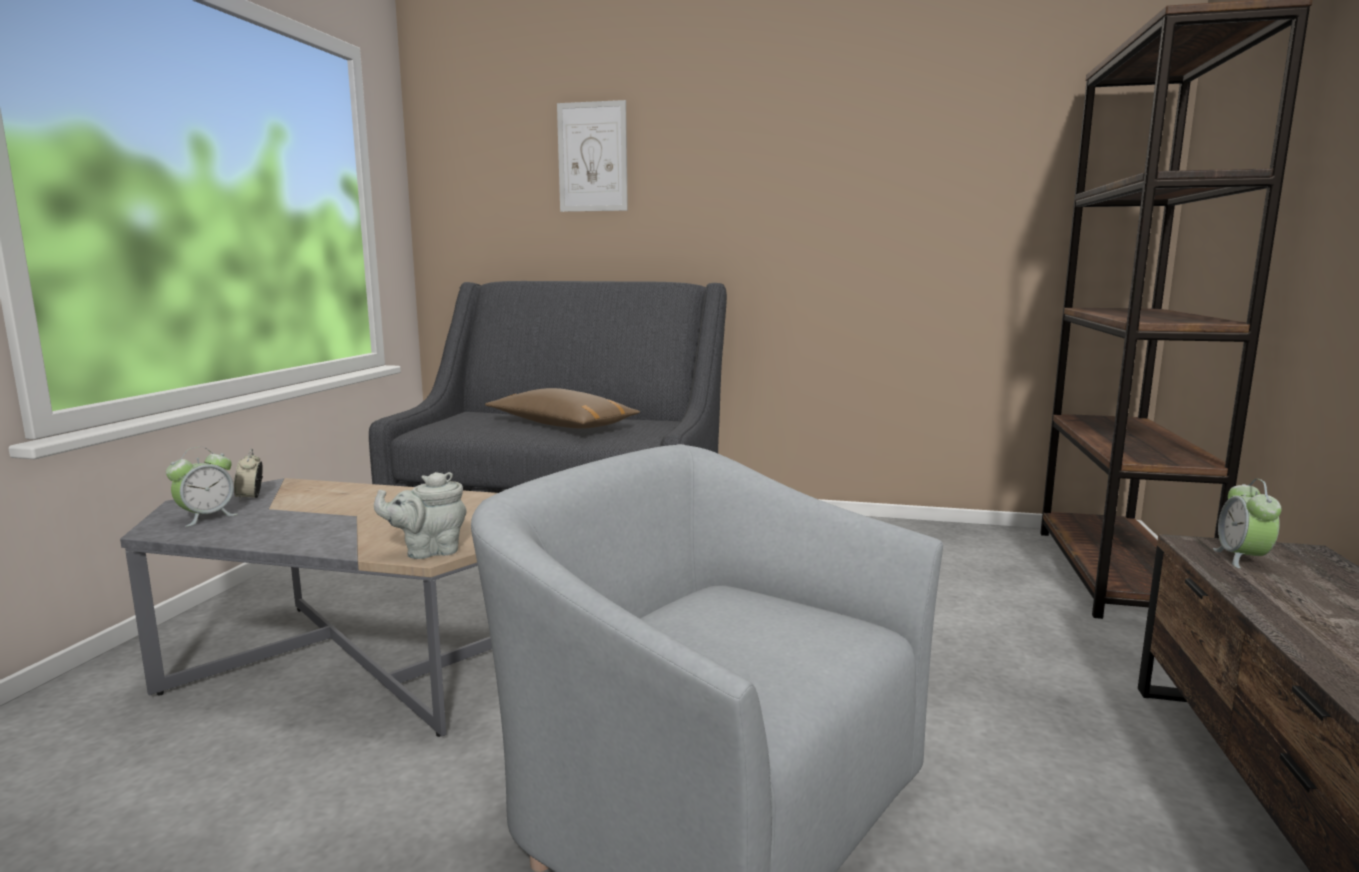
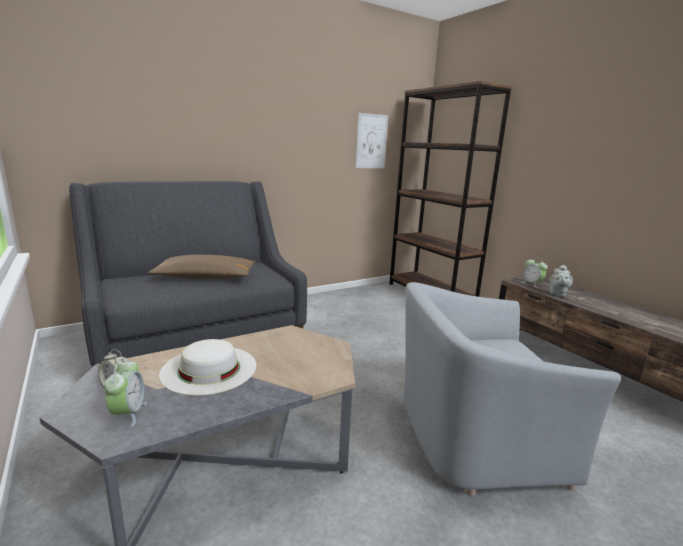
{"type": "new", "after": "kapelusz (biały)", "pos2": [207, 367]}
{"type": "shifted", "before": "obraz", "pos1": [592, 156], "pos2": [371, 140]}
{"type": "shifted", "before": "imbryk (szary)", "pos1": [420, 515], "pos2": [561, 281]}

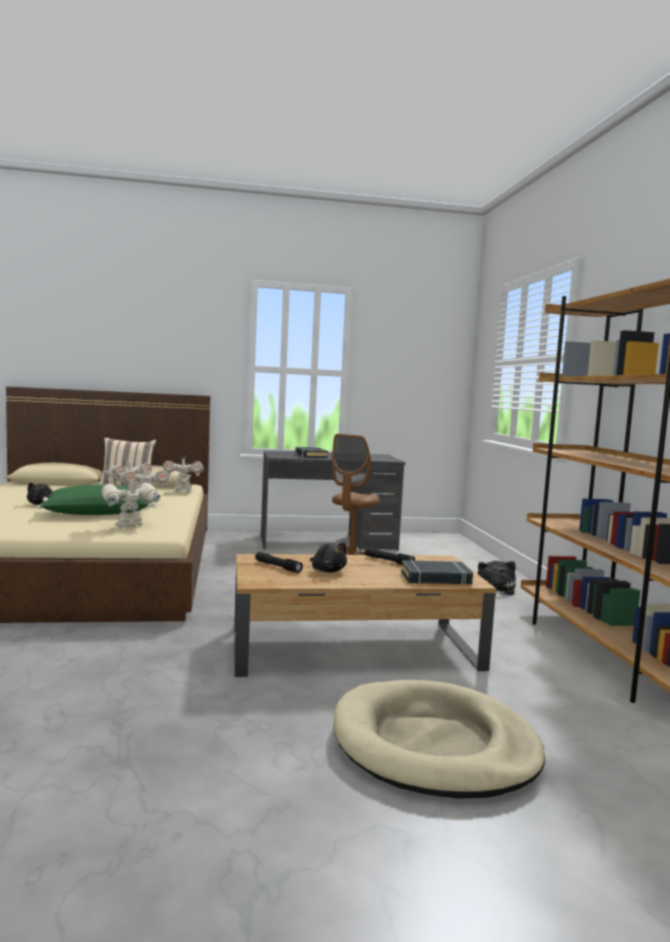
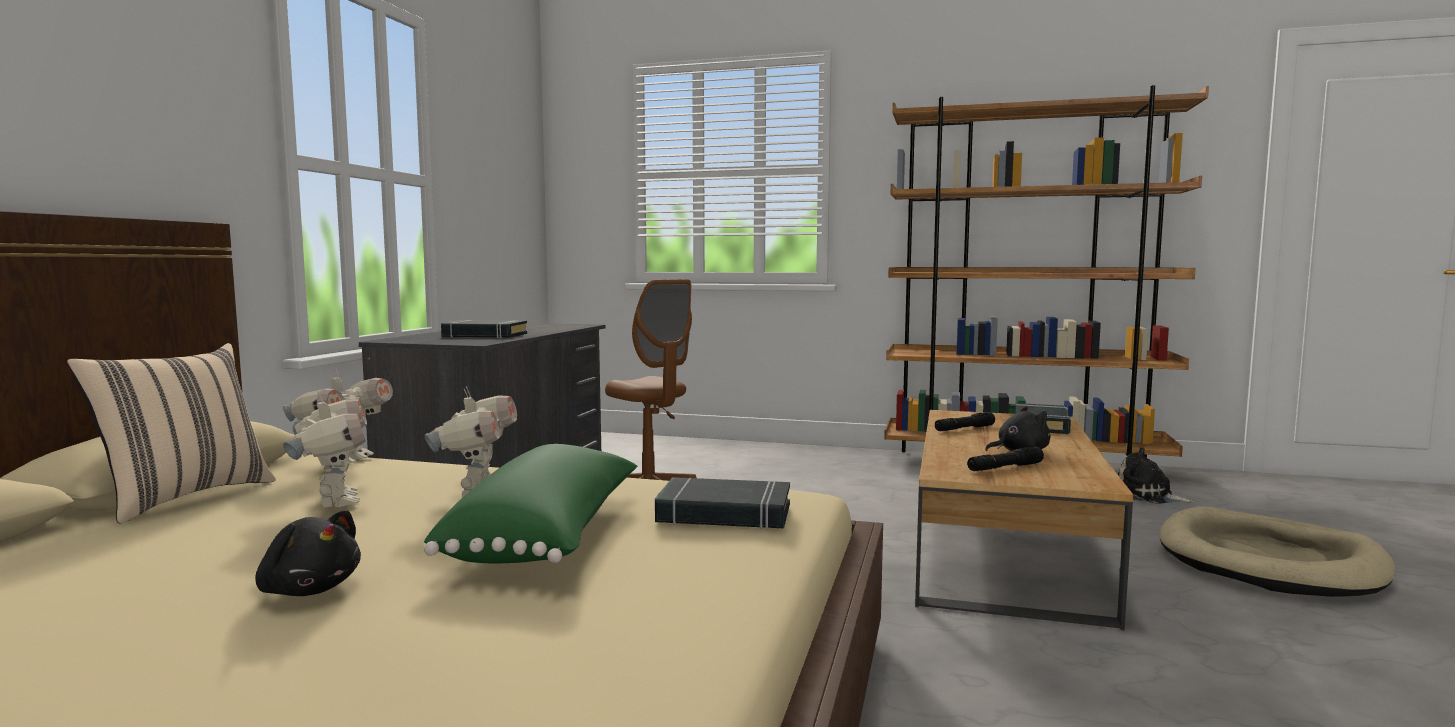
{"type": "swapped", "before": "robot zabawkowy", "after": "książka (czarny)", "pos1": [130, 503], "pos2": [722, 503]}
{"type": "shifted", "before": "pluszak", "pos1": [497, 580], "pos2": [1156, 476]}

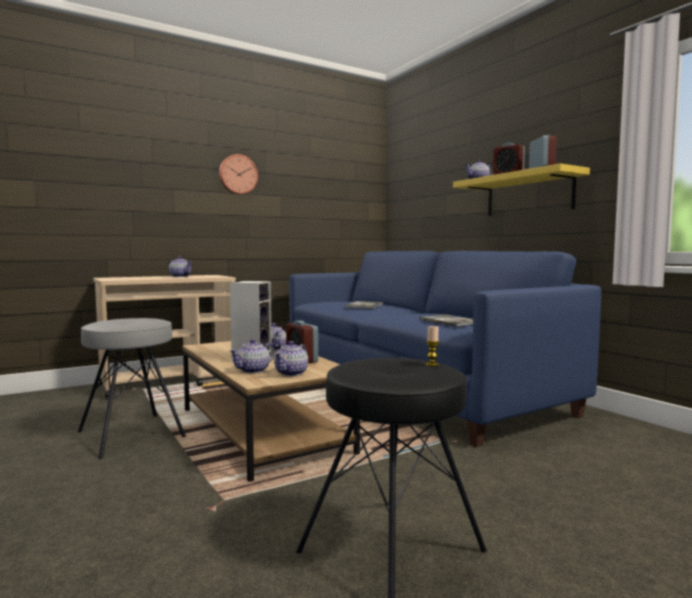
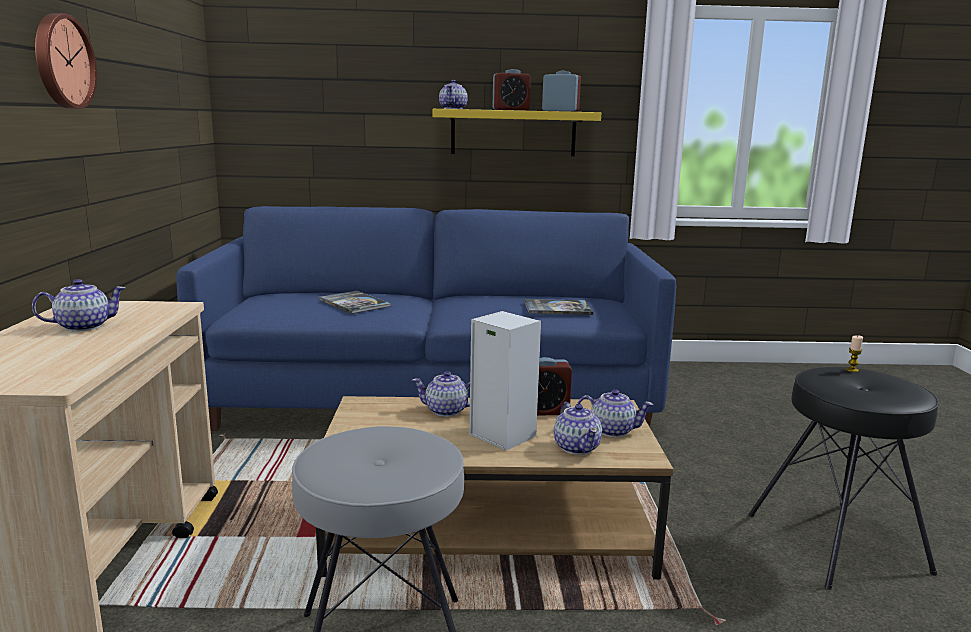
{"type": "rotated", "before": "imbryk", "pos1": [291, 358], "pos2": [615, 413], "turn": -45}

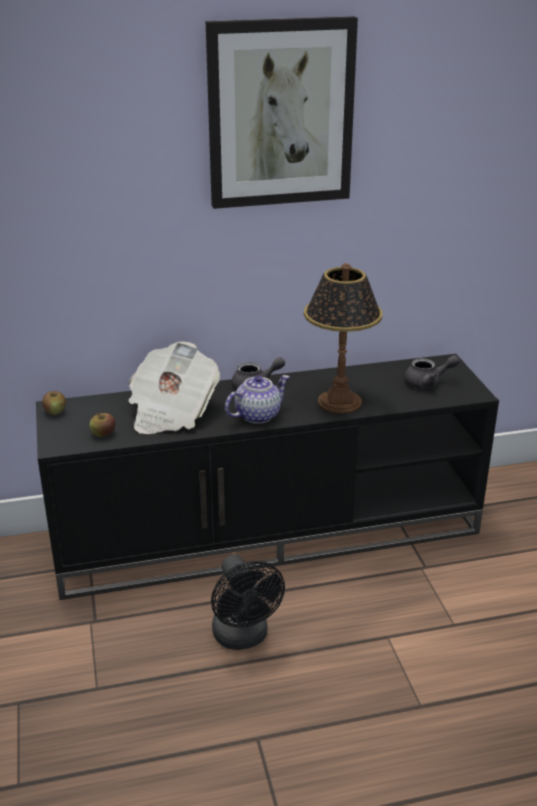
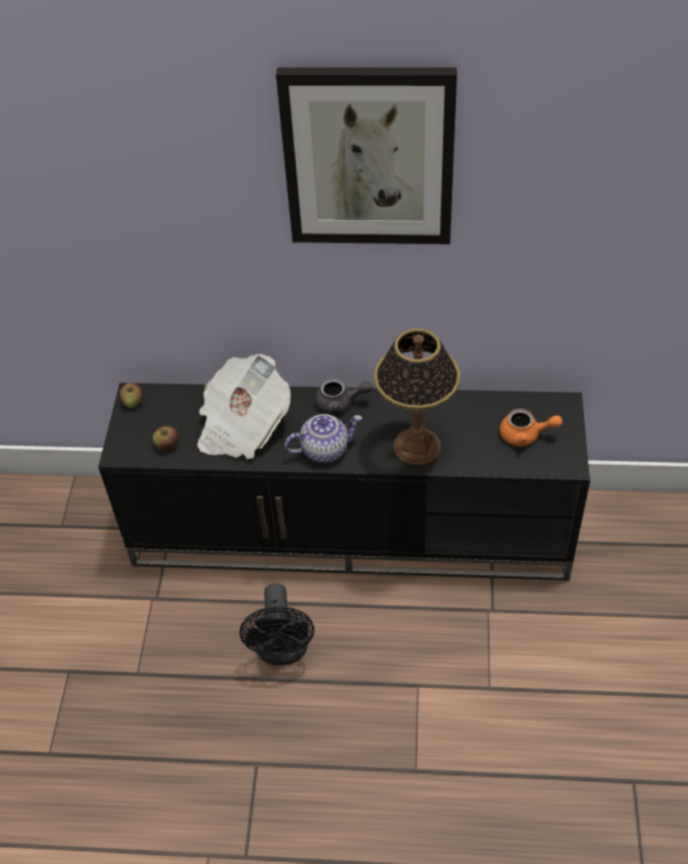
{"type": "repainted", "before": "imbryk (szary)", "after": "imbryk (pomarańczowy)", "pos1": [432, 371], "pos2": [531, 428]}

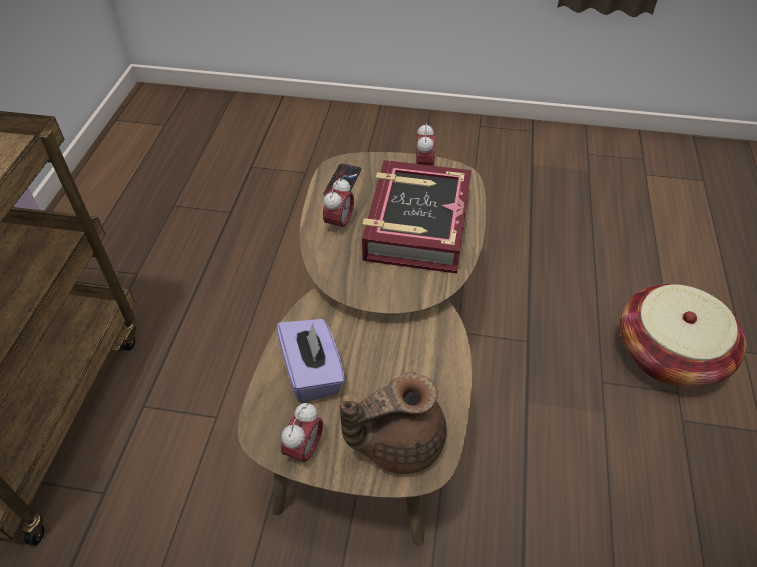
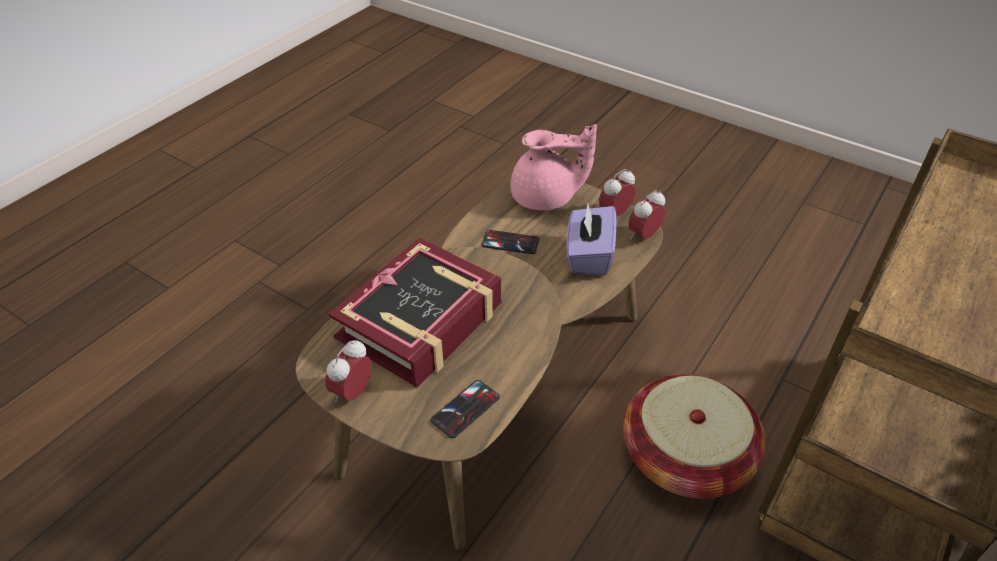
{"type": "new", "after": "telefon", "pos2": [510, 242]}
{"type": "repainted", "before": "imbryk (brązowy)", "after": "imbryk (różowy)", "pos1": [393, 423], "pos2": [554, 167]}
{"type": "shifted", "before": "koszyk", "pos1": [683, 335], "pos2": [694, 436]}
{"type": "shifted", "before": "budzik", "pos1": [338, 205], "pos2": [647, 214]}

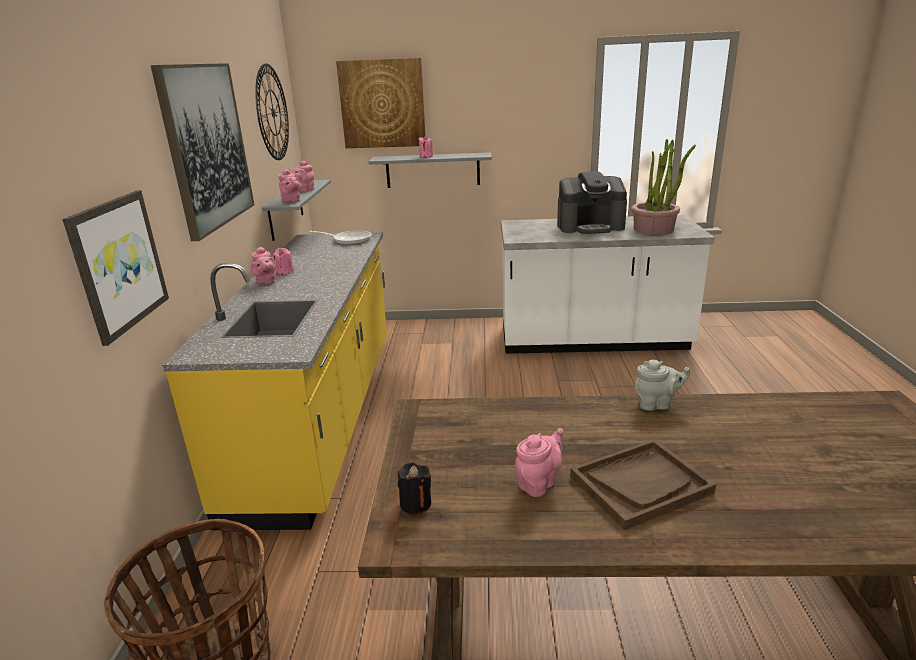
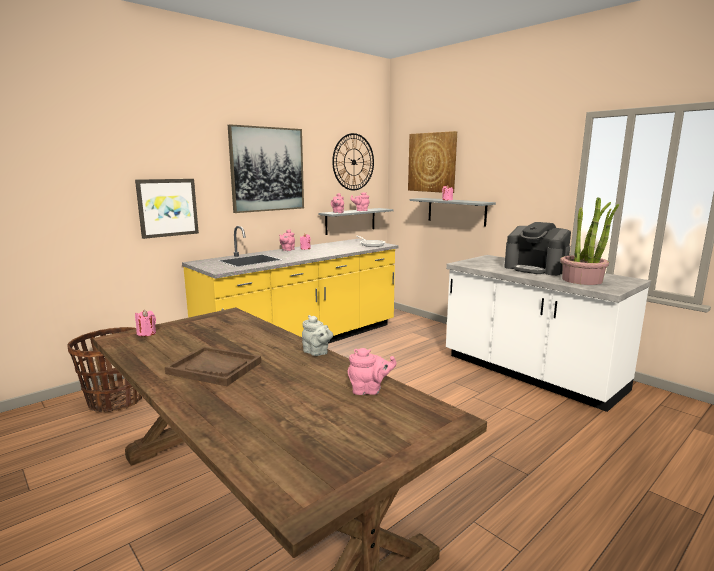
{"type": "repainted", "before": "świeca (czarny)", "after": "świeca (różowy)", "pos1": [414, 488], "pos2": [145, 323]}
{"type": "shifted", "before": "imbryk (różowy)", "pos1": [539, 462], "pos2": [372, 371]}

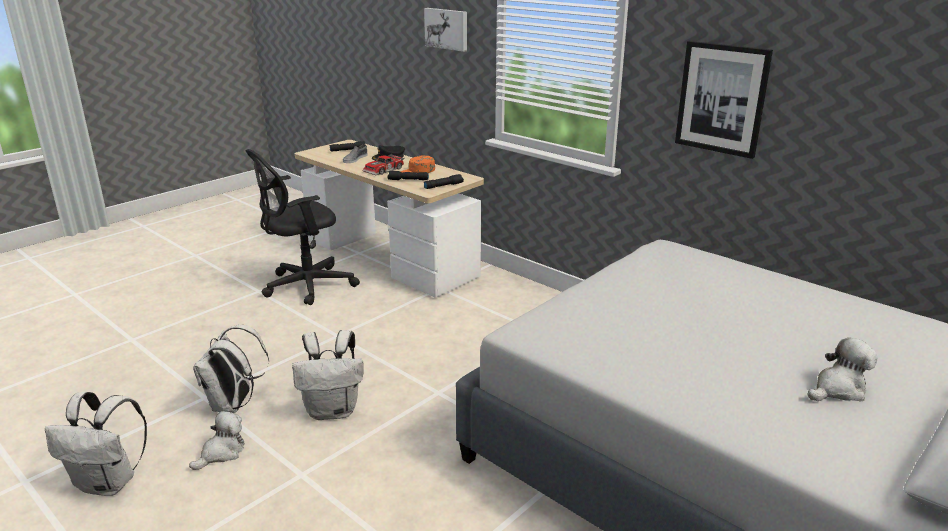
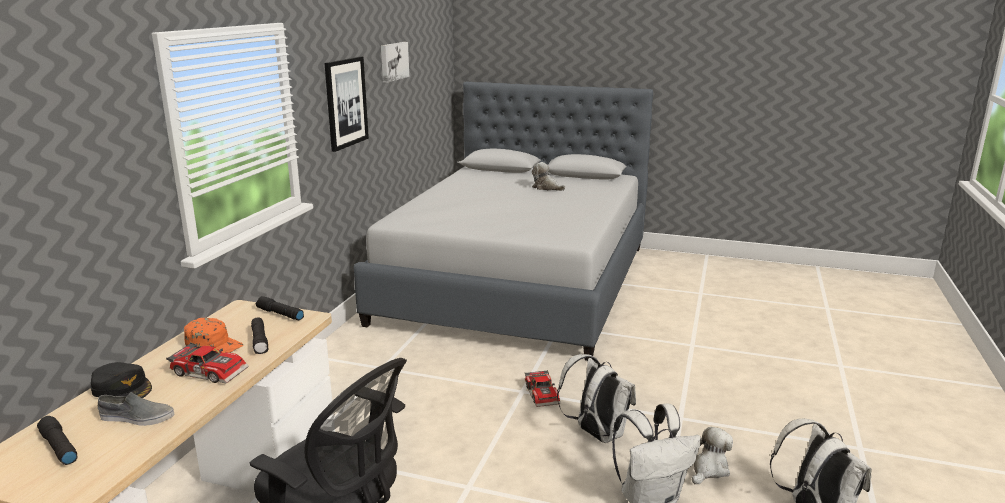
{"type": "shifted", "before": "obraz", "pos1": [445, 30], "pos2": [395, 62]}
{"type": "new", "after": "samochodzik", "pos2": [542, 388]}
{"type": "rotated", "before": "pluszak", "pos1": [217, 440], "pos2": [712, 455], "turn": 120}

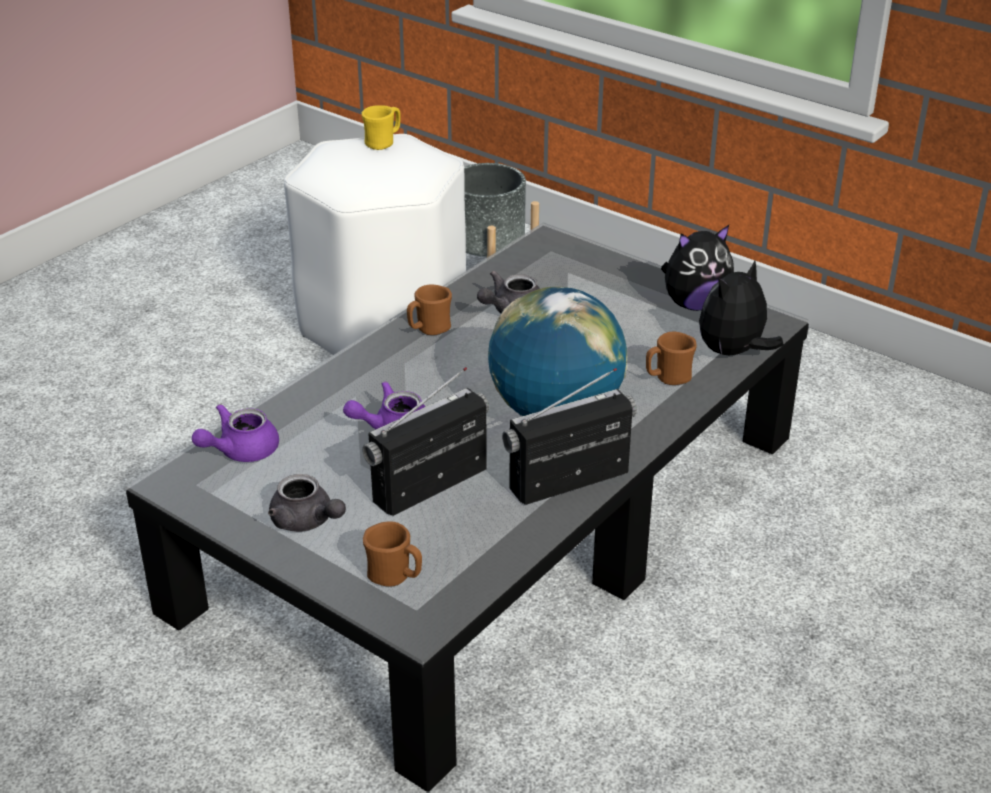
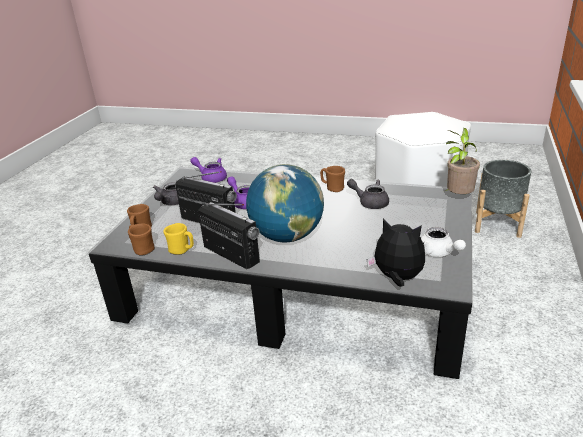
{"type": "shifted", "before": "kubek (brązowy)", "pos1": [671, 358], "pos2": [141, 239]}
{"type": "shifted", "before": "kubek (żółty)", "pos1": [381, 127], "pos2": [178, 239]}
{"type": "swapped", "before": "pluszak", "after": "imbryk (biały)", "pos1": [697, 268], "pos2": [443, 242]}
{"type": "new", "after": "roślina doniczkowa", "pos2": [462, 161]}

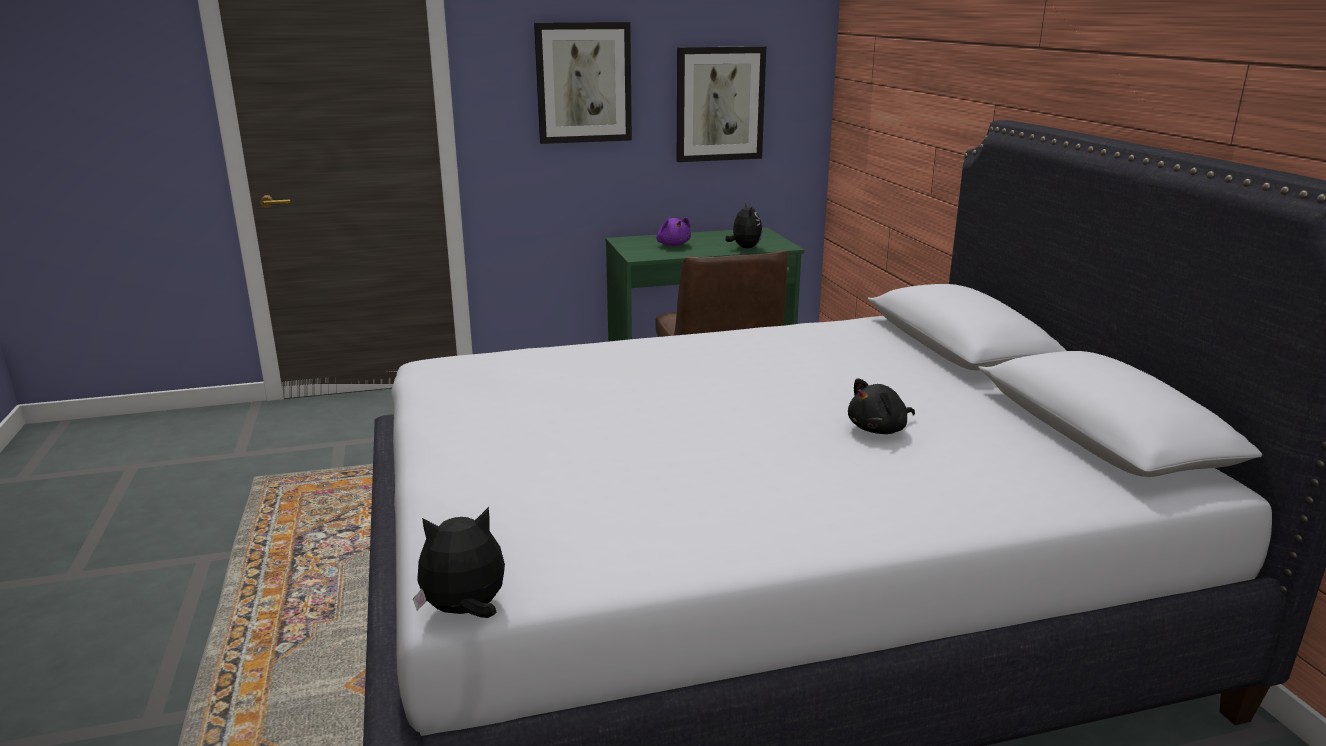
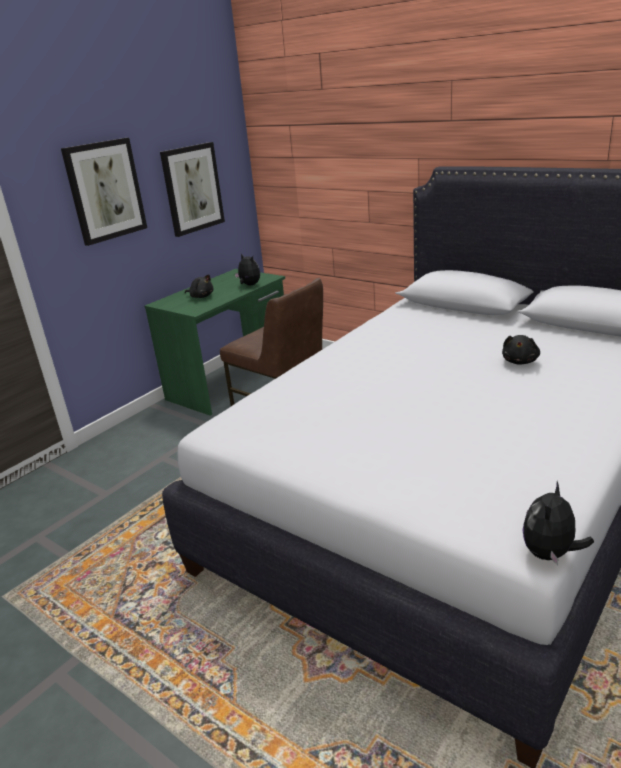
{"type": "repainted", "before": "pluszak (fioletowy)", "after": "pluszak (czarny)", "pos1": [673, 231], "pos2": [199, 286]}

